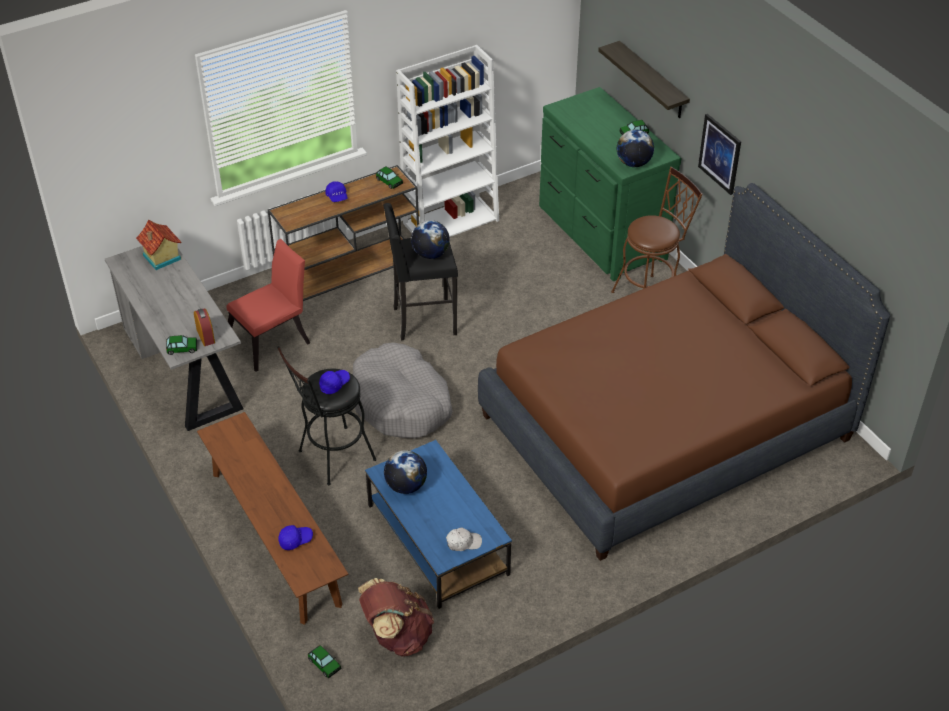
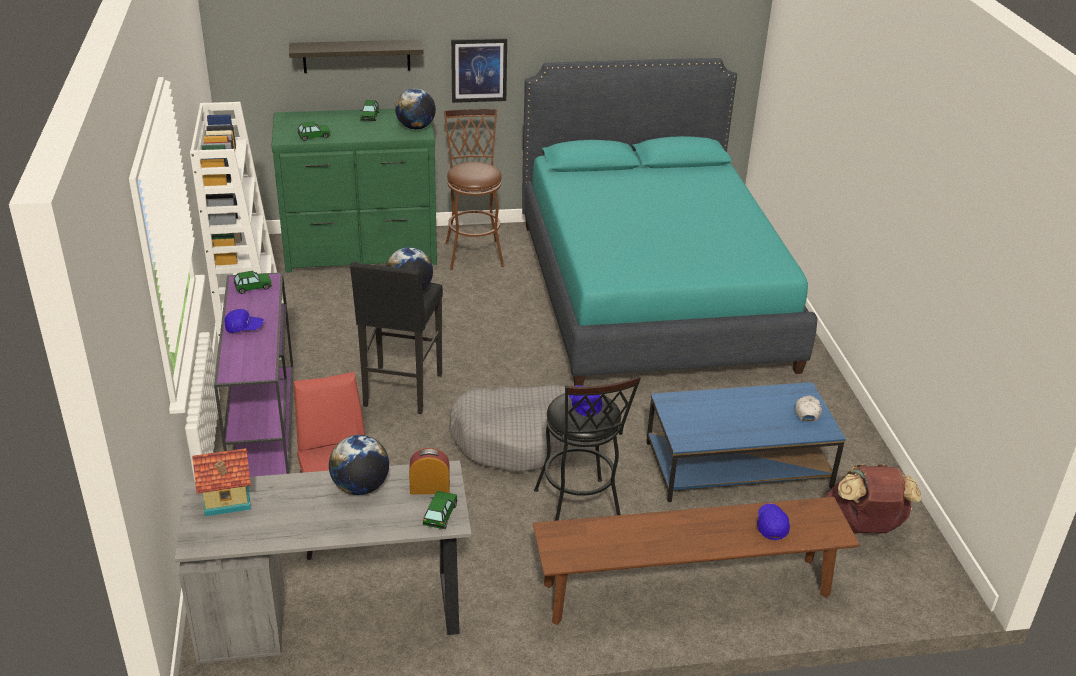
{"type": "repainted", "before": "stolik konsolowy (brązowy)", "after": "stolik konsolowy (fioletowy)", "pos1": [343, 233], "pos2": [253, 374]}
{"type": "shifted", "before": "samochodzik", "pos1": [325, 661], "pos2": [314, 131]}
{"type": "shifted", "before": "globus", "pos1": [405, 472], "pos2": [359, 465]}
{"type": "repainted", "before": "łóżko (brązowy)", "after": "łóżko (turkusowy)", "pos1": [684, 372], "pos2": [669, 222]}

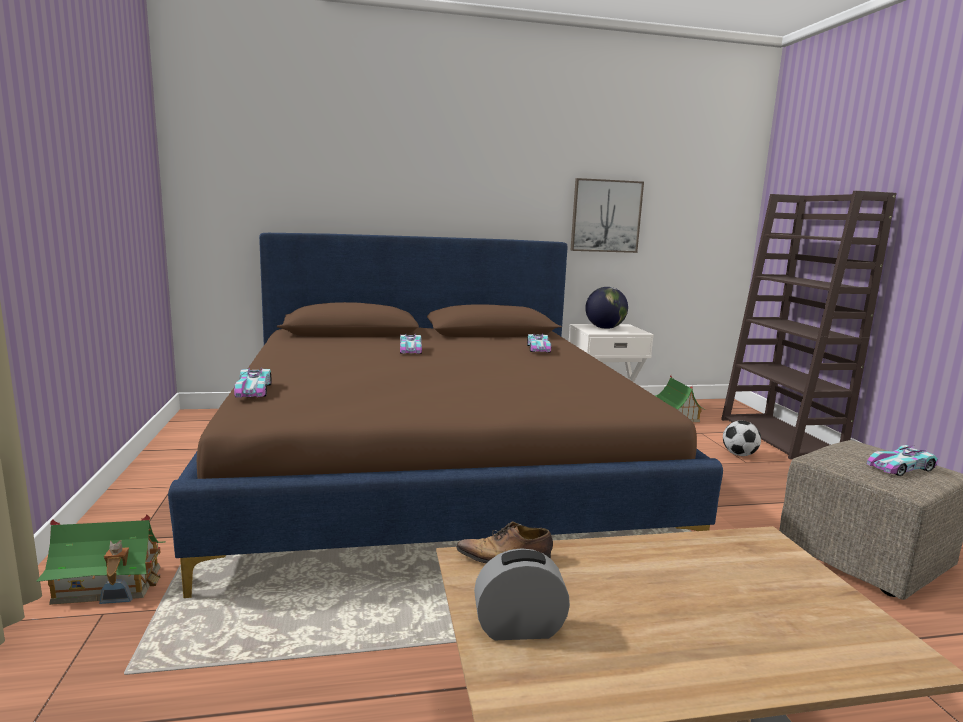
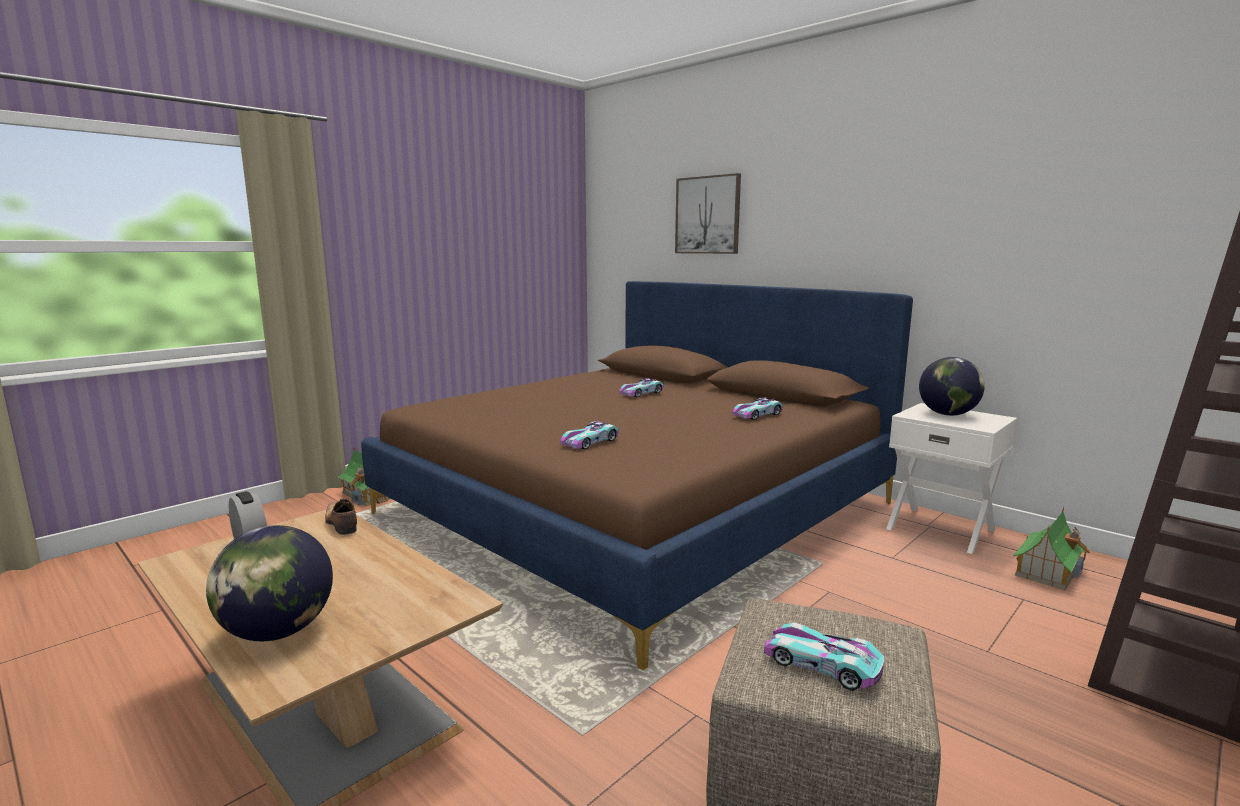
{"type": "new", "after": "globus", "pos2": [269, 583]}
{"type": "shifted", "before": "samochodzik", "pos1": [253, 382], "pos2": [589, 434]}
{"type": "shifted", "before": "obraz", "pos1": [607, 215], "pos2": [708, 213]}
{"type": "gone", "before": "piłka futbolowa", "pos1": [742, 438]}

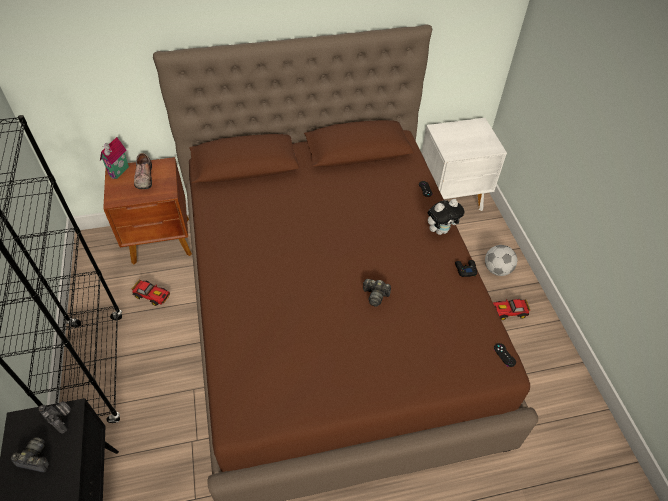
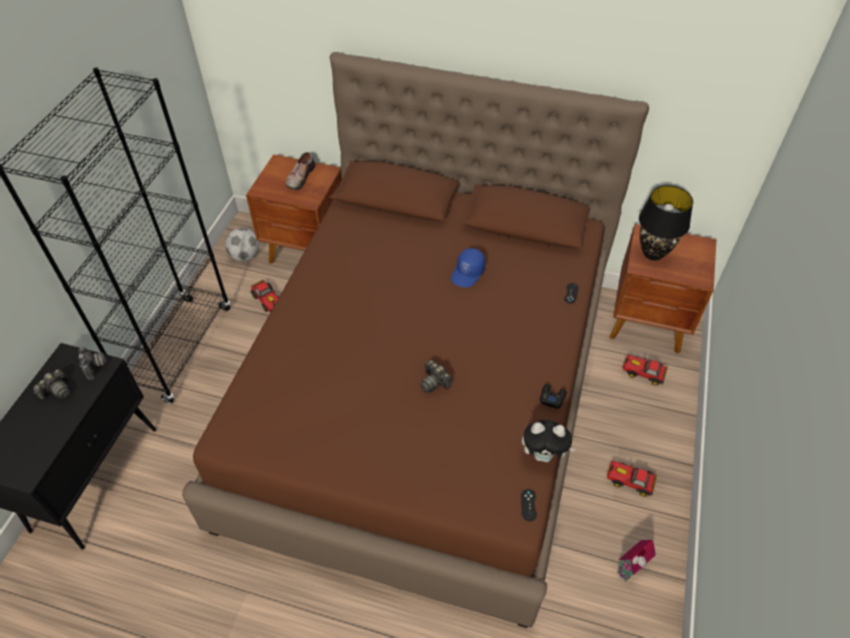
{"type": "rotated", "before": "aparat fotograficzny", "pos1": [29, 455], "pos2": [52, 384], "turn": 90}
{"type": "shifted", "before": "piłka futbolowa", "pos1": [501, 260], "pos2": [242, 244]}
{"type": "new", "after": "czapka z daszkiem (niebieski)", "pos2": [468, 267]}
{"type": "shifted", "before": "pluszak", "pos1": [446, 217], "pos2": [548, 441]}
{"type": "repainted", "before": "szafka nocna (biały)", "after": "szafka nocna (brązowy)", "pos1": [464, 164], "pos2": [662, 289]}
{"type": "shifted", "before": "domek", "pos1": [114, 158], "pos2": [636, 560]}
{"type": "new", "after": "samochodzik", "pos2": [645, 370]}
{"type": "new", "after": "lampa stołowa (czarny)", "pos2": [666, 222]}

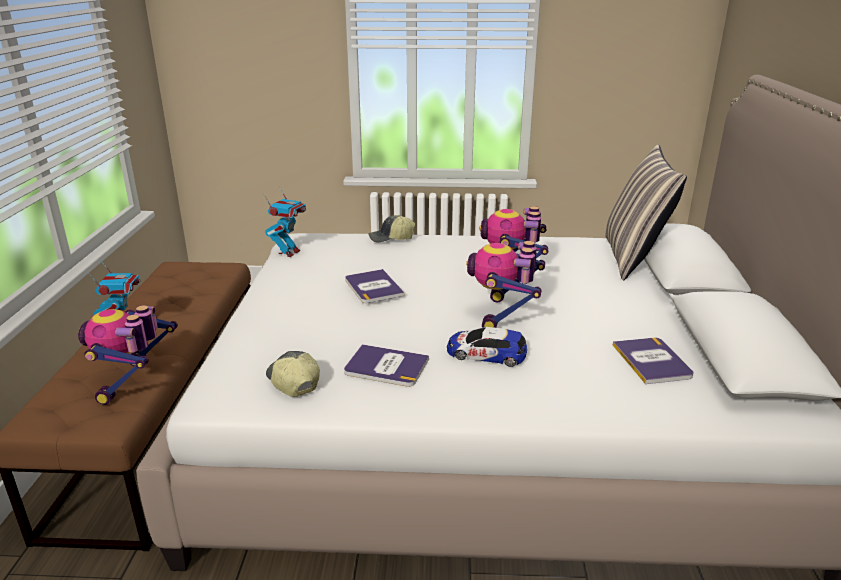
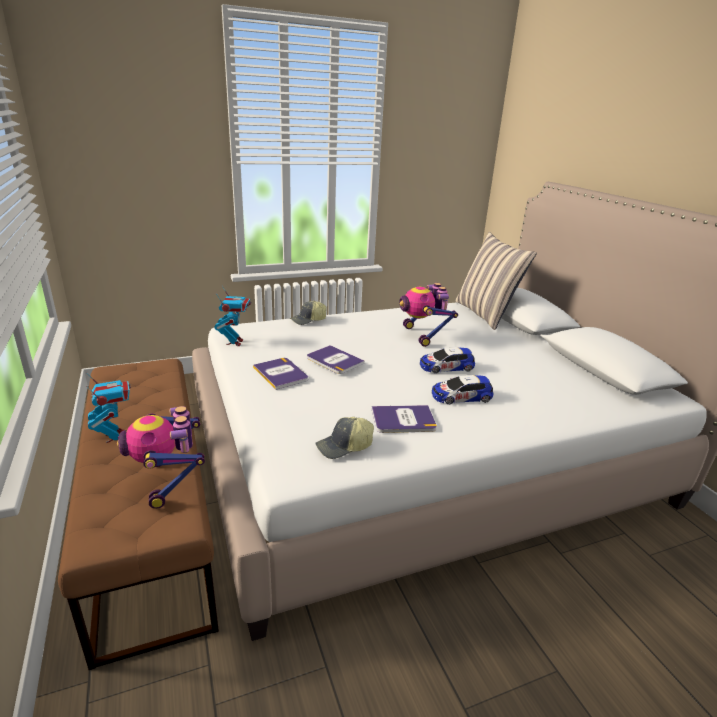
{"type": "shifted", "before": "książka", "pos1": [653, 361], "pos2": [280, 374]}
{"type": "rotated", "before": "czapka z daszkiem", "pos1": [293, 374], "pos2": [344, 438], "turn": -60}
{"type": "swapped", "before": "robot zabawkowy", "after": "samochodzik", "pos1": [505, 284], "pos2": [447, 360]}

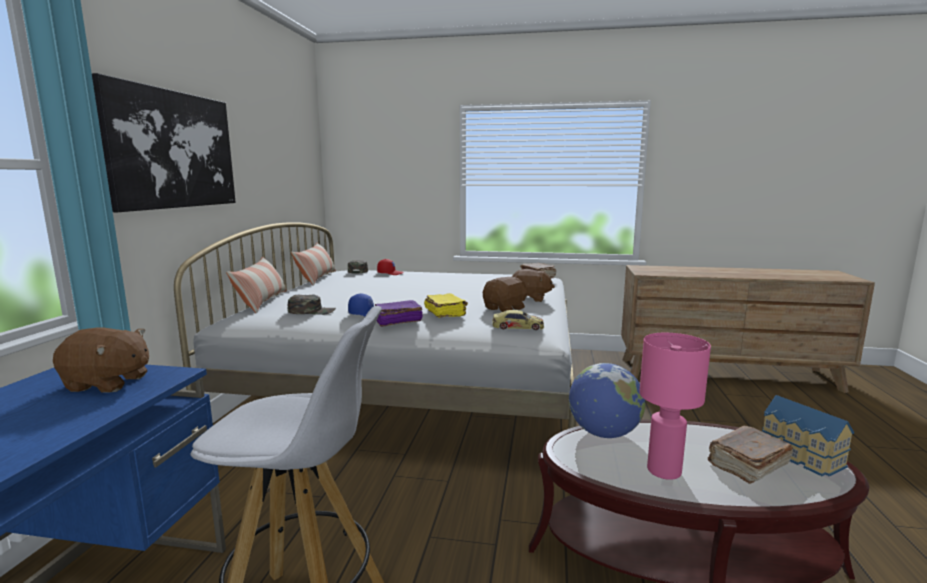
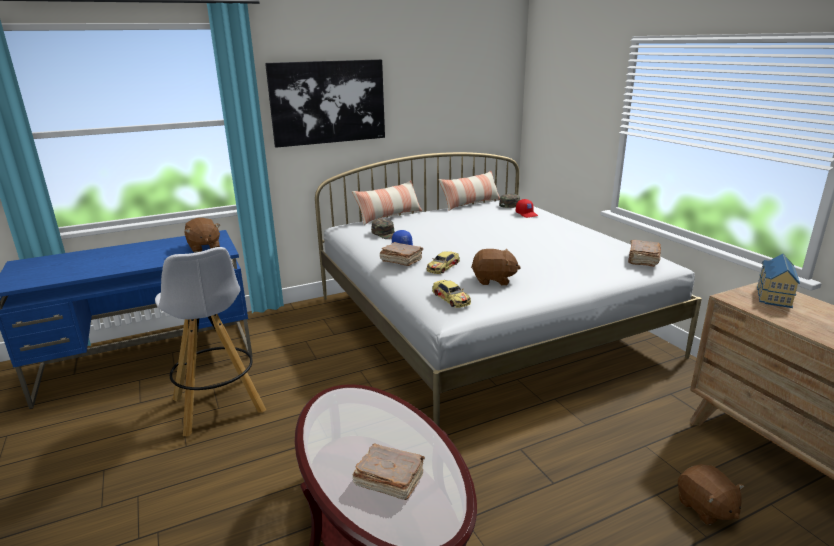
{"type": "repainted", "before": "książka (fioletowy)", "after": "książka (brązowy)", "pos1": [399, 313], "pos2": [401, 254]}
{"type": "swapped", "before": "książka (żółty)", "after": "samochodzik", "pos1": [446, 305], "pos2": [443, 262]}
{"type": "shifted", "before": "pluszak (brązowy)", "pos1": [533, 285], "pos2": [711, 494]}
{"type": "shifted", "before": "domek", "pos1": [808, 435], "pos2": [778, 281]}
{"type": "gone", "before": "globus", "pos1": [607, 400]}
{"type": "gone", "before": "lampa stołowa (różowy)", "pos1": [675, 406]}

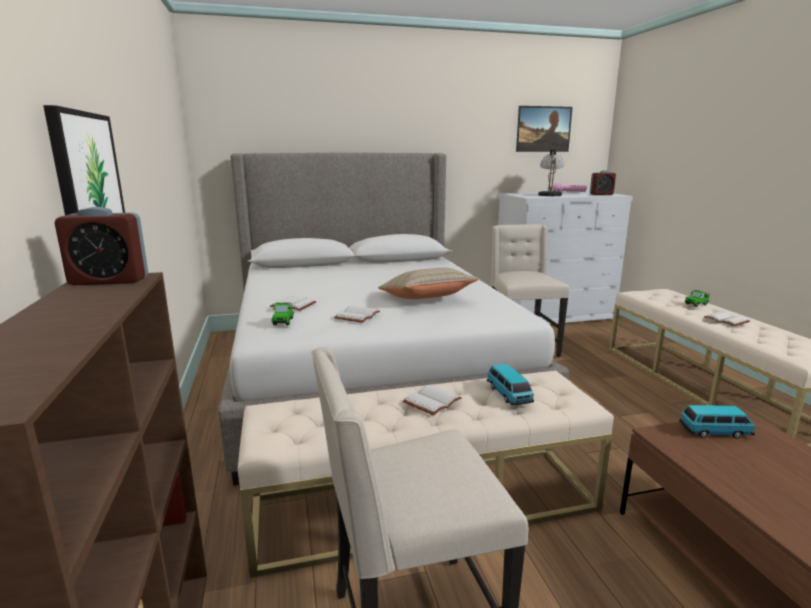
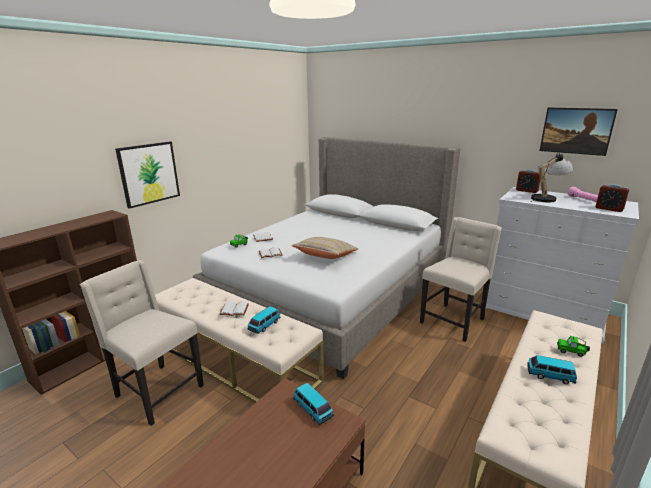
{"type": "shifted", "before": "budzik", "pos1": [101, 246], "pos2": [528, 181]}
{"type": "swapped", "before": "książka (biały)", "after": "samochodzik", "pos1": [727, 318], "pos2": [552, 369]}

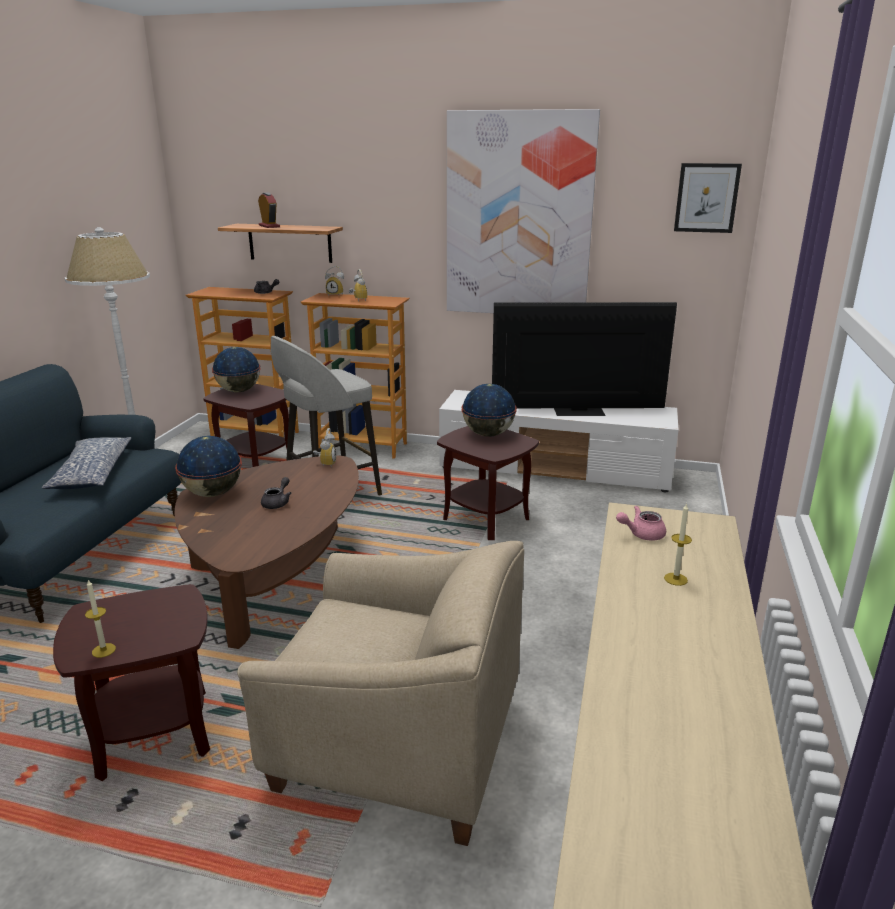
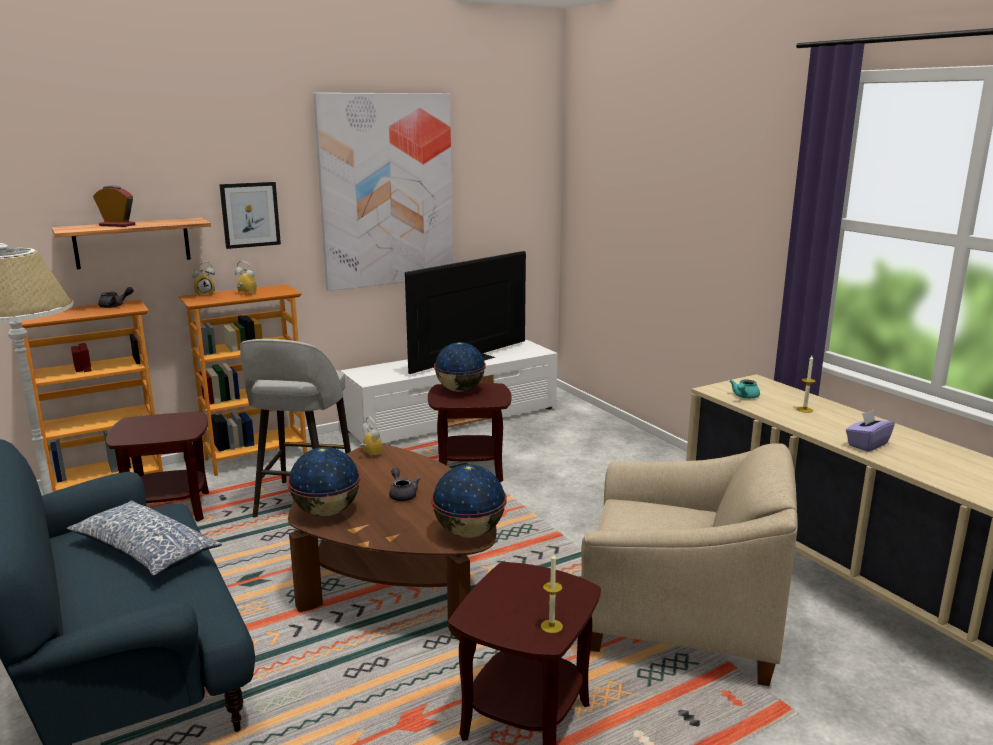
{"type": "shifted", "before": "obraz", "pos1": [708, 198], "pos2": [250, 215]}
{"type": "shifted", "before": "globus", "pos1": [236, 369], "pos2": [469, 501]}
{"type": "rotated", "before": "fotel (beżowy)", "pos1": [380, 693], "pos2": [689, 564], "turn": 45}
{"type": "repainted", "before": "imbryk (różowy)", "after": "imbryk (turkusowy)", "pos1": [641, 523], "pos2": [745, 389]}
{"type": "new", "after": "pudełko chusteczek (fioletowy)", "pos2": [870, 430]}

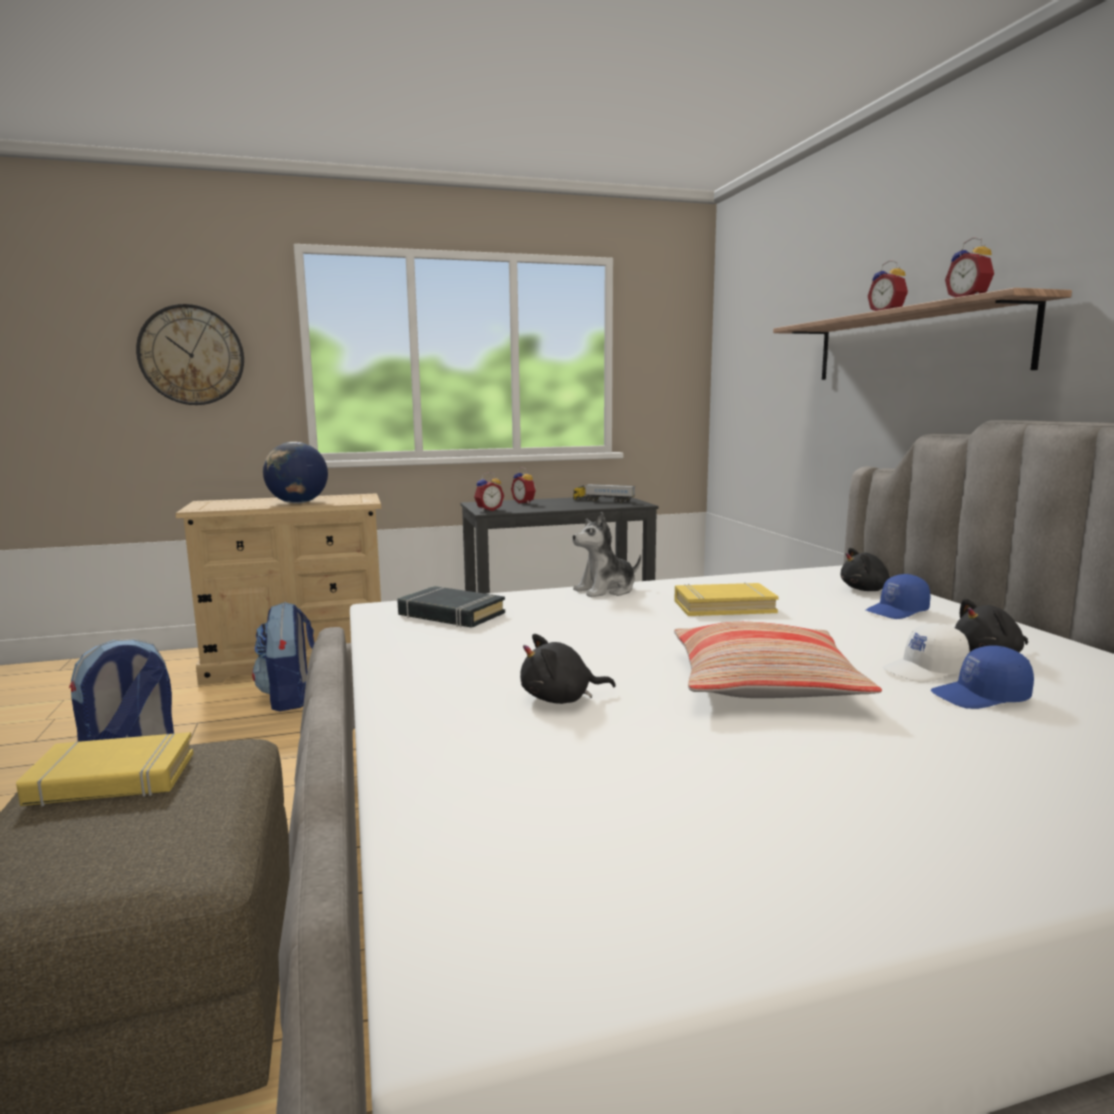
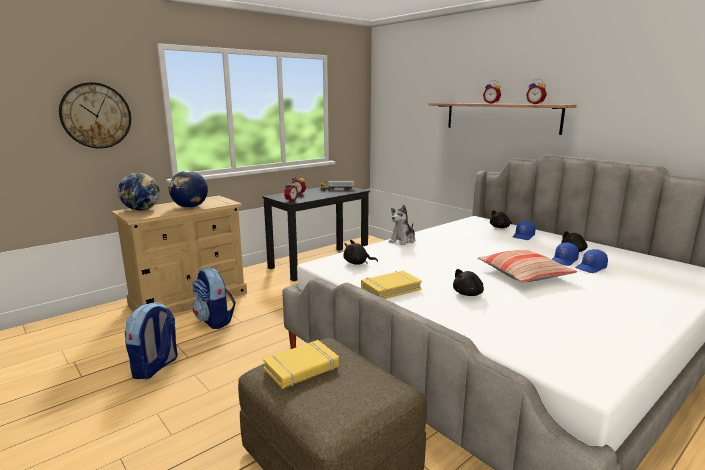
{"type": "new", "after": "globus", "pos2": [139, 191]}
{"type": "swapped", "before": "książka (czarny)", "after": "pluszak (czarny)", "pos1": [451, 607], "pos2": [360, 252]}
{"type": "shifted", "before": "książka (żółty)", "pos1": [726, 599], "pos2": [391, 285]}
{"type": "repainted", "before": "czapka z daszkiem (biały)", "after": "czapka z daszkiem (niebieski)", "pos1": [926, 653], "pos2": [565, 254]}

